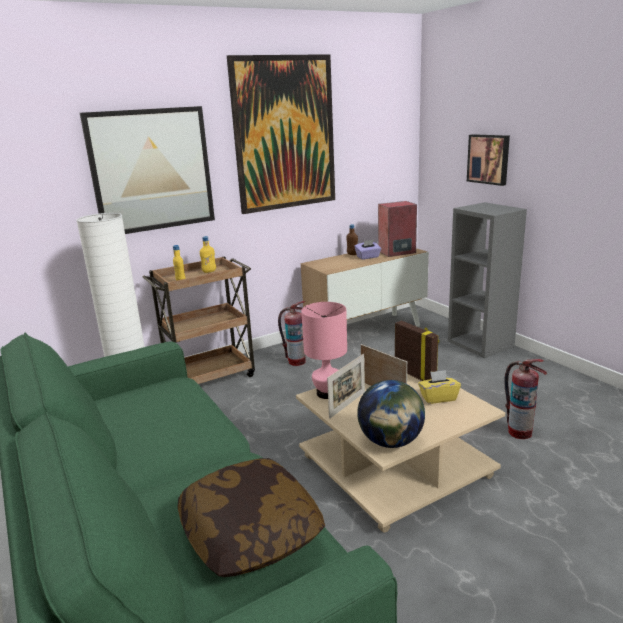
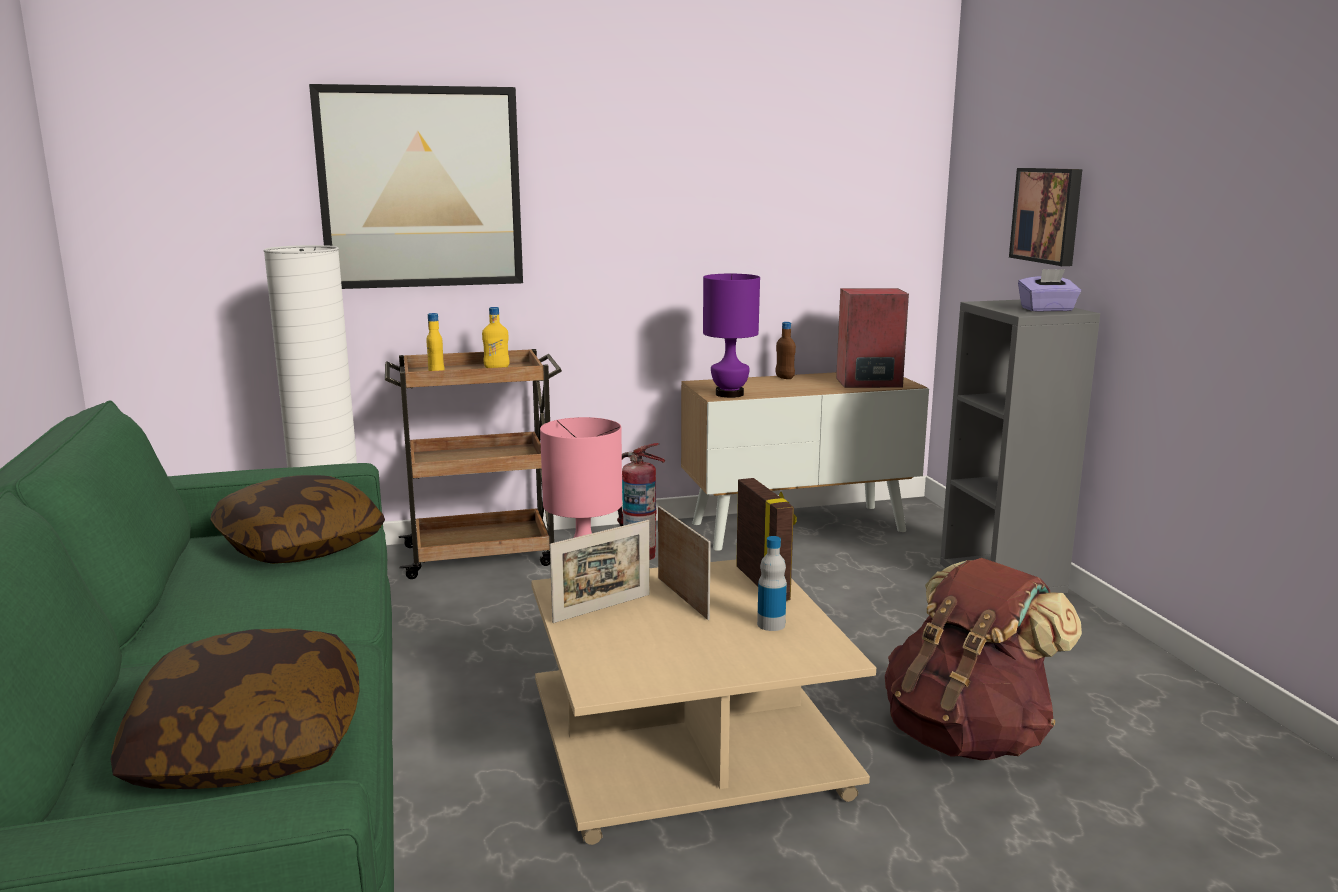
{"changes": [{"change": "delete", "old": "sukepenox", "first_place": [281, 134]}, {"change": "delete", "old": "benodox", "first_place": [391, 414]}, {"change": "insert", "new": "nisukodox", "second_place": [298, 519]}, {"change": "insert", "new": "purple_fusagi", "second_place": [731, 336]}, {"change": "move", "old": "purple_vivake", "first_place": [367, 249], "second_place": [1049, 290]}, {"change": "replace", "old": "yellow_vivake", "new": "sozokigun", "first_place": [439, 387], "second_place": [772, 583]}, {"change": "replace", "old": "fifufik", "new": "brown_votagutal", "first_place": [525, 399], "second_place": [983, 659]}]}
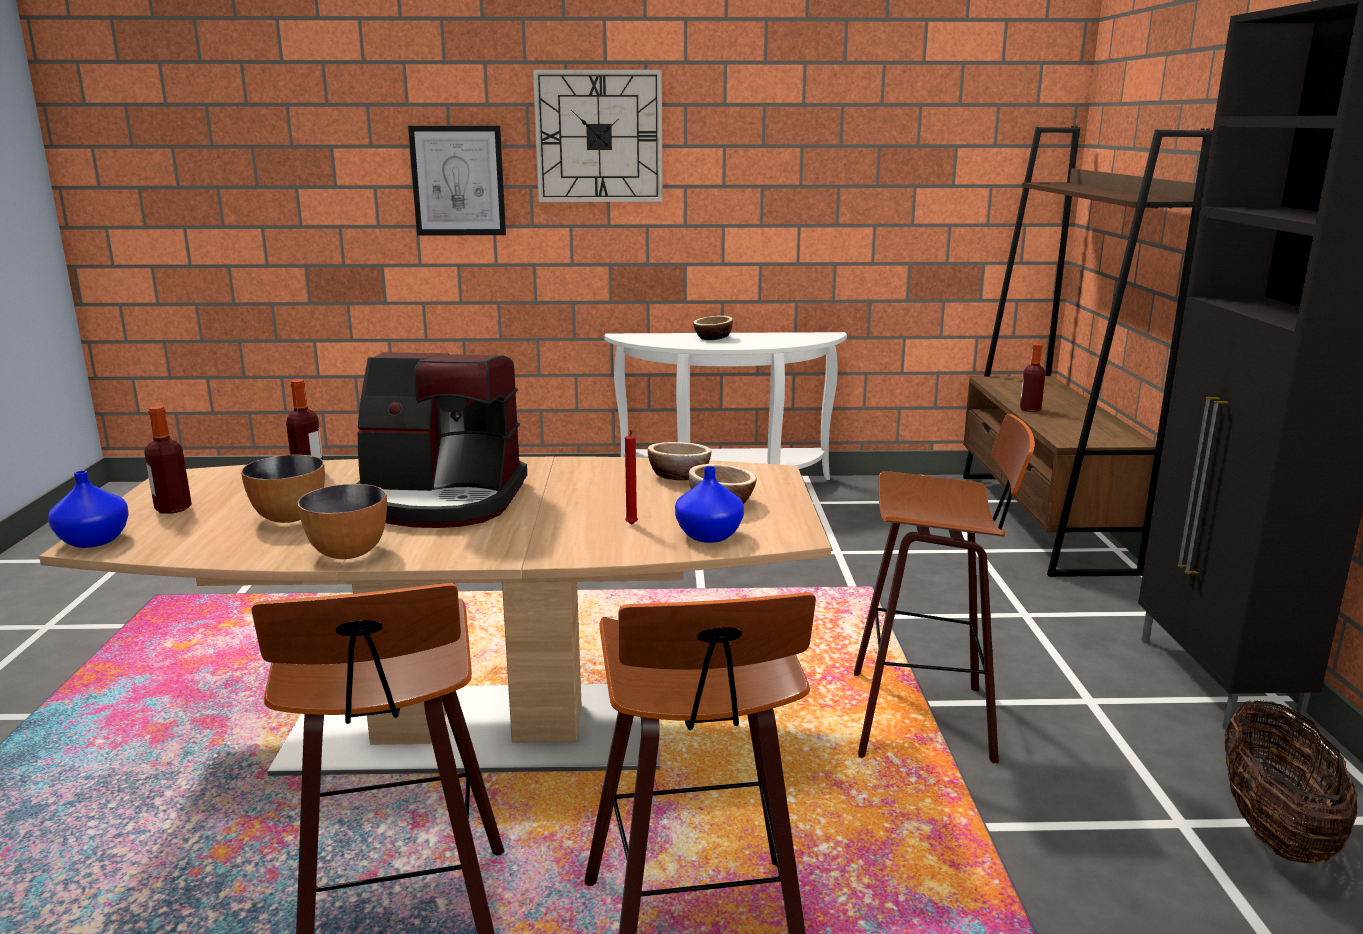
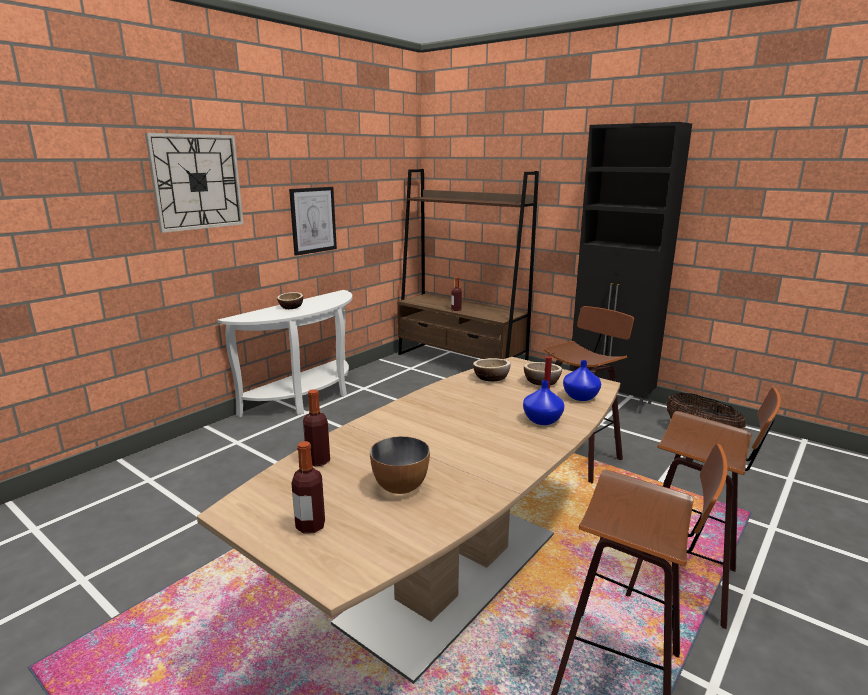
{"changes": [{"change": "delete", "old": "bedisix", "first_place": [342, 521]}, {"change": "delete", "old": "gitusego", "first_place": [441, 440]}, {"change": "move", "old": "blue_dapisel", "first_place": [88, 509], "second_place": [543, 402]}, {"change": "move", "old": "sukepenox", "first_place": [457, 181], "second_place": [313, 221]}]}
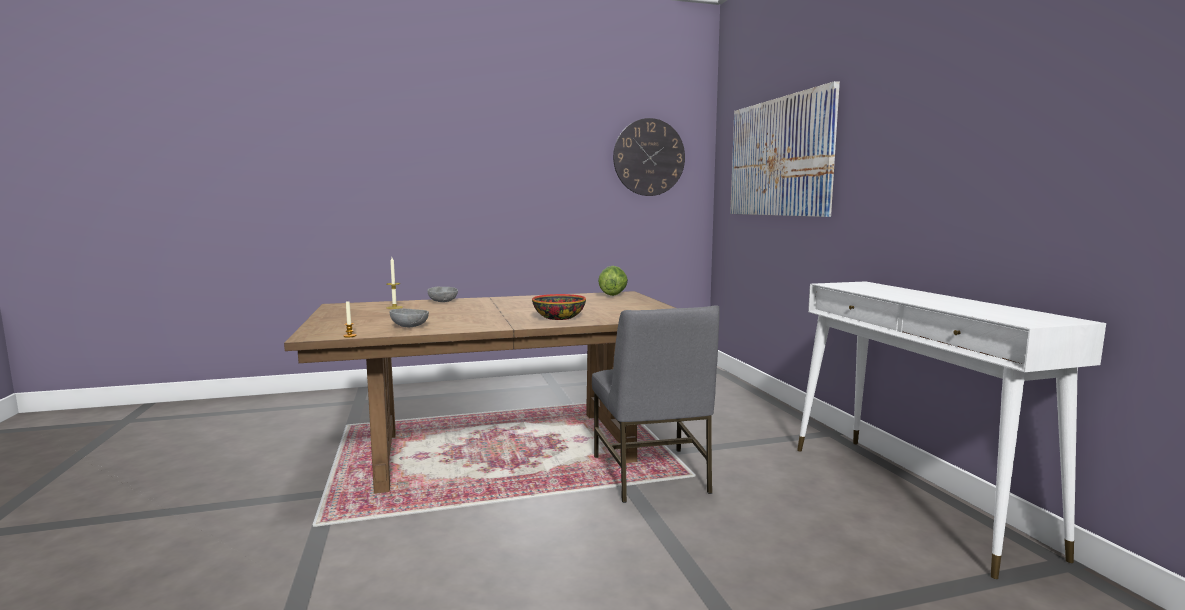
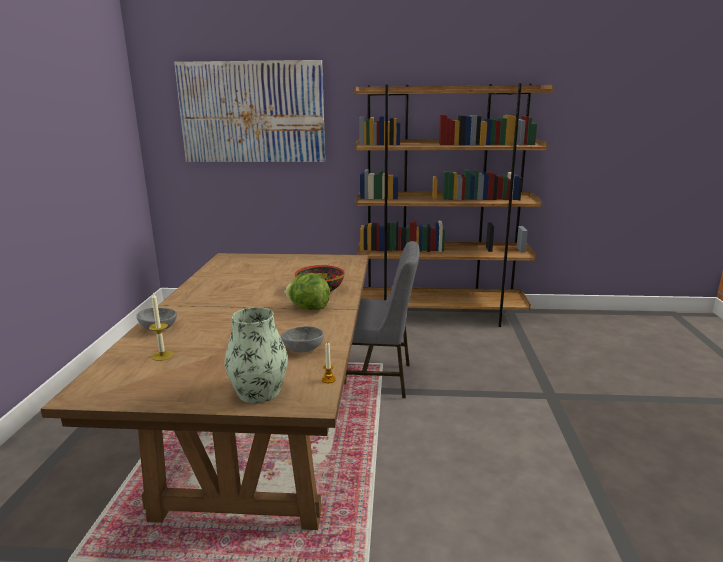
{"changes": [{"change": "delete", "old": "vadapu", "first_place": [649, 157]}, {"change": "insert", "new": "dapisel", "second_place": [256, 355]}, {"change": "move", "old": "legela", "first_place": [613, 281], "second_place": [307, 291]}, {"change": "replace", "old": "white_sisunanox", "new": "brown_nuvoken", "first_place": [951, 430], "second_place": [454, 205]}]}
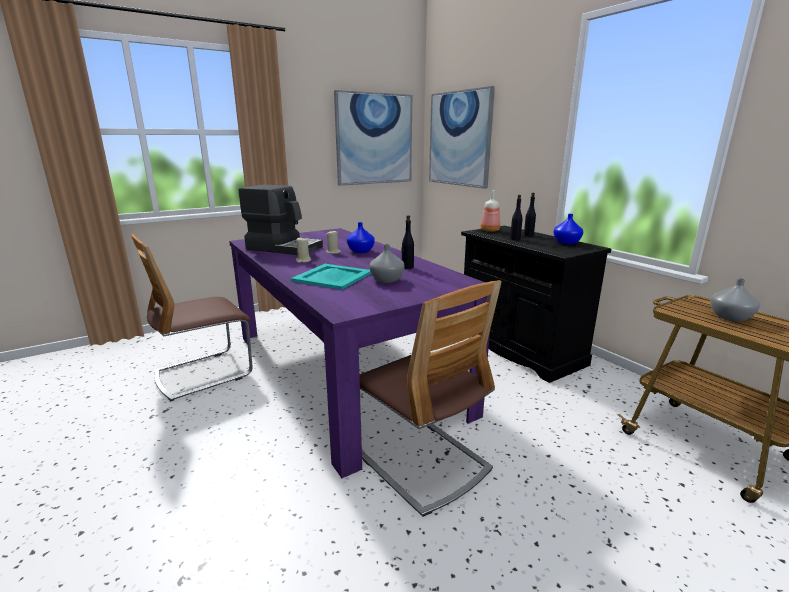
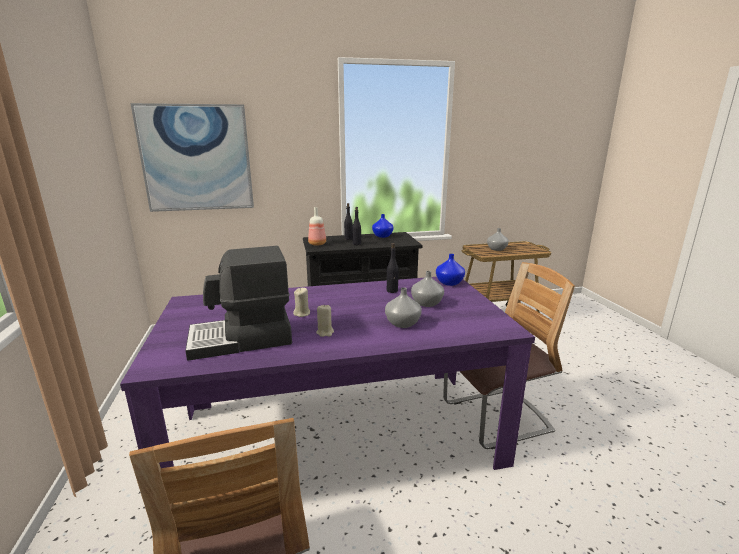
{"changes": [{"change": "delete", "old": "sukepenox", "first_place": [373, 138]}, {"change": "move", "old": "blue_dapisel", "first_place": [361, 237], "second_place": [450, 270]}, {"change": "replace", "old": "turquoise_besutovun", "new": "grey_dapisel", "first_place": [331, 277], "second_place": [403, 307]}, {"change": "rotate", "old": "gitusego", "first_place": [281, 220], "second_place": [238, 303], "degrees": -150}]}
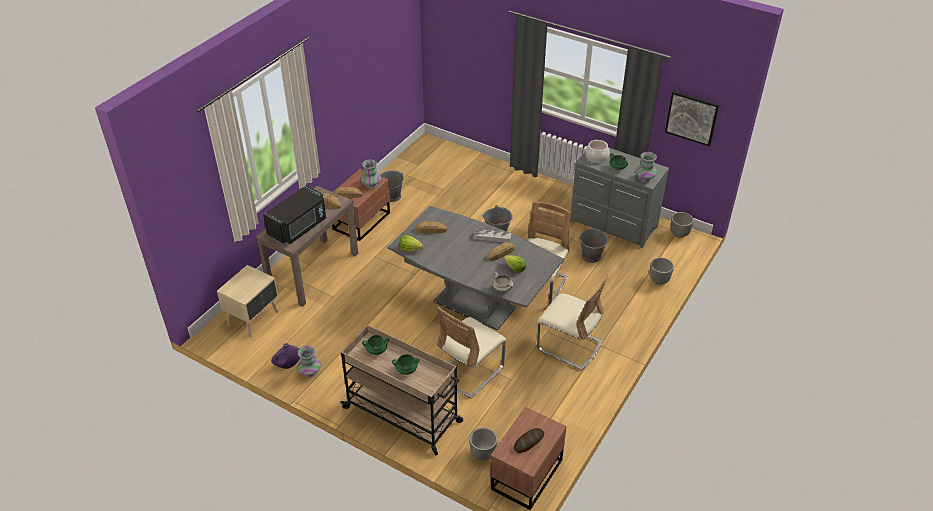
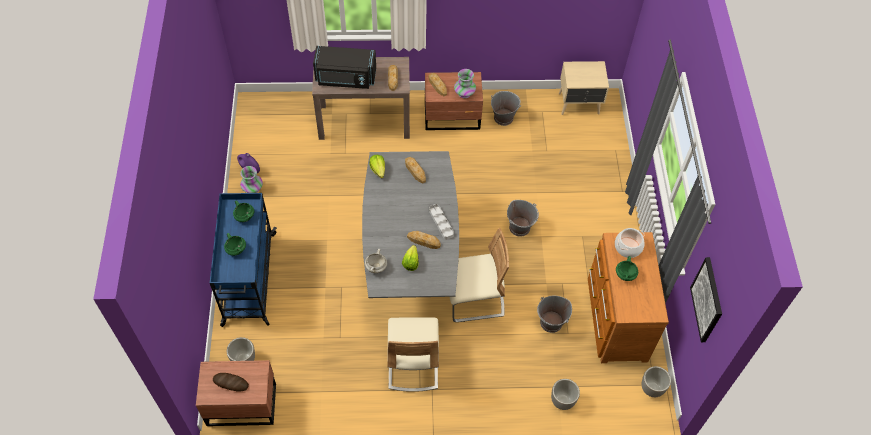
{"changes": [{"change": "delete", "old": "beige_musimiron", "first_place": [471, 352]}, {"change": "delete", "old": "dapisel", "first_place": [646, 167]}, {"change": "move", "old": "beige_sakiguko", "first_place": [248, 301], "second_place": [584, 88]}, {"change": "recolor", "old": "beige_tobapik", "new": "blue_tobapik", "first_place": [402, 390], "second_place": [243, 260]}, {"change": "recolor", "old": "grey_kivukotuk", "new": "brown_kivukotuk", "first_place": [620, 197], "second_place": [628, 297]}]}
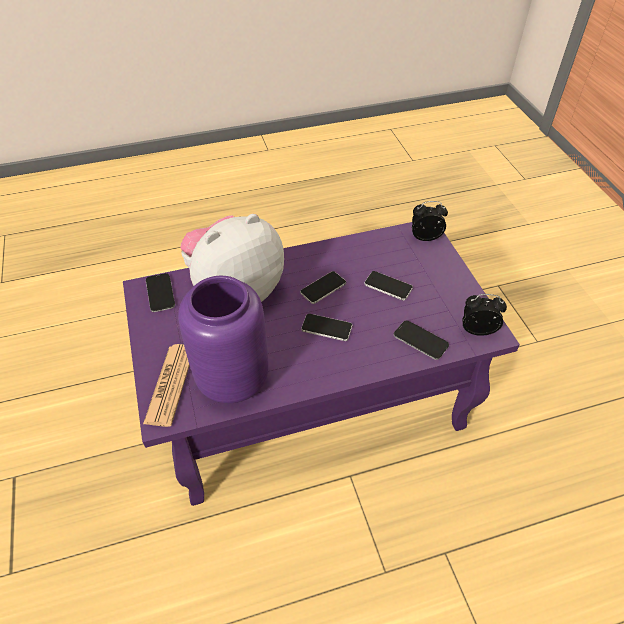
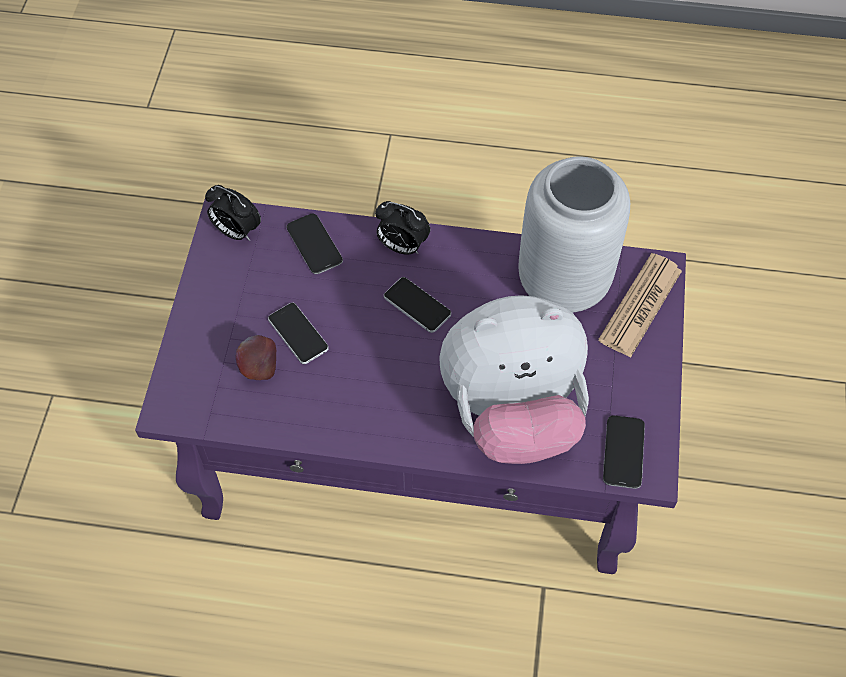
{"changes": [{"change": "delete", "old": "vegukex", "first_place": [323, 287]}, {"change": "insert", "new": "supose", "second_place": [256, 357]}, {"change": "move", "old": "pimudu", "first_place": [430, 221], "second_place": [402, 228]}, {"change": "recolor", "old": "purple_dapisel", "new": "grey_dapisel", "first_place": [223, 339], "second_place": [574, 234]}]}
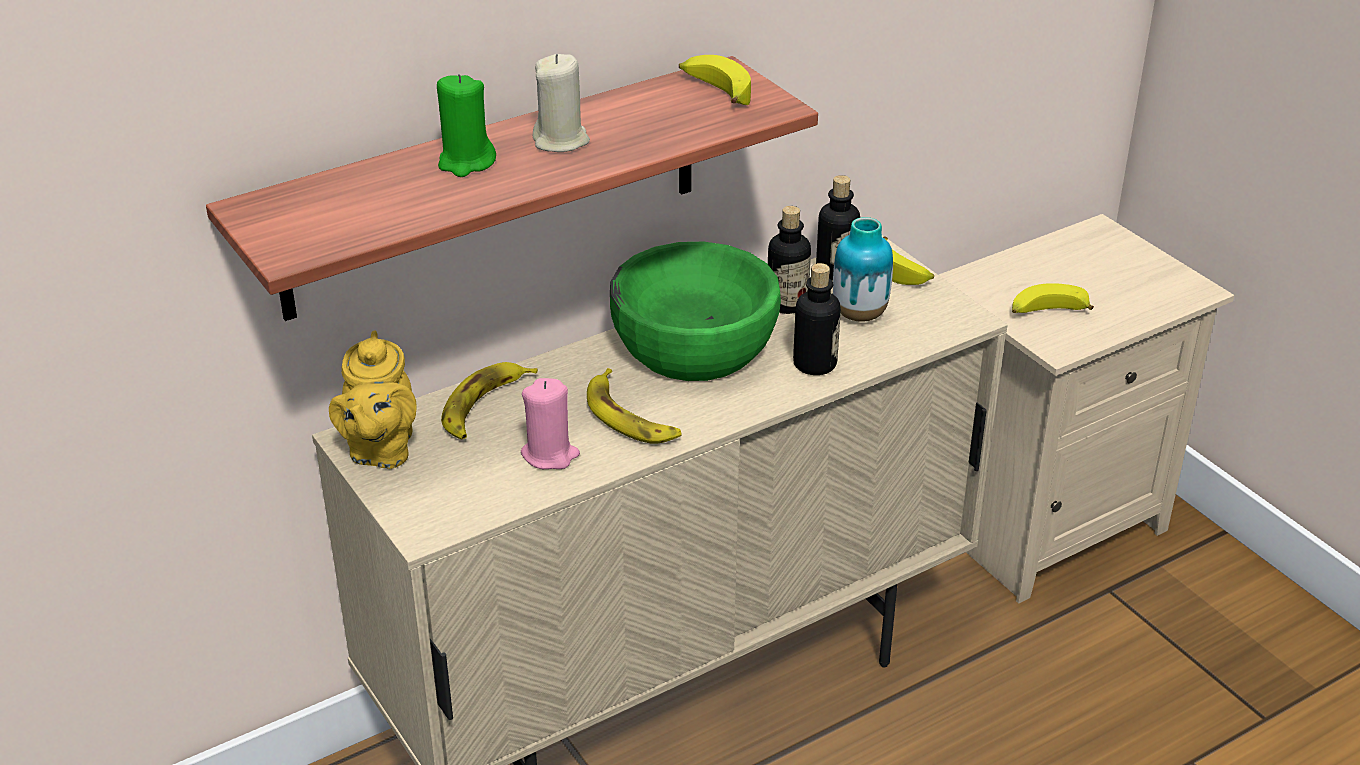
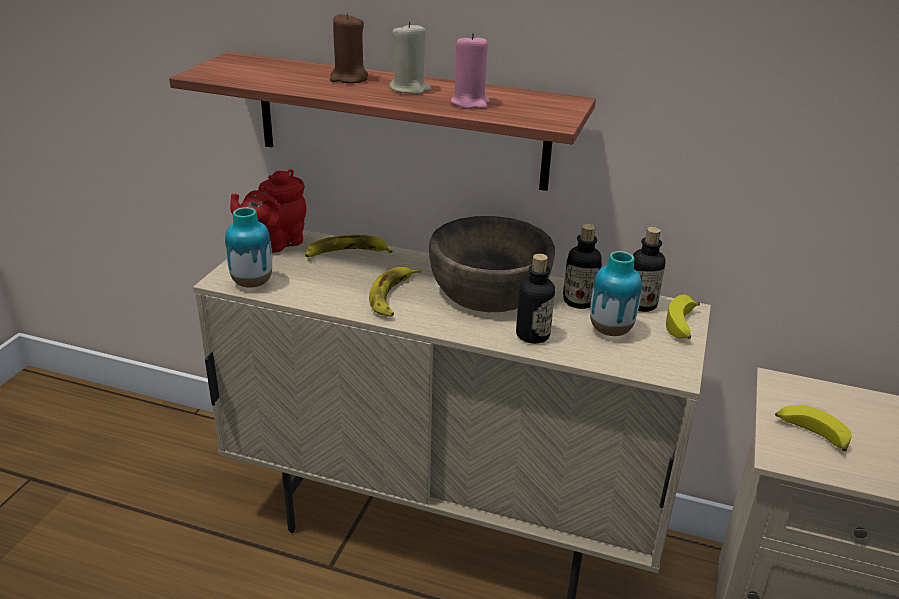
{"changes": [{"change": "delete", "old": "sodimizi", "first_place": [715, 80]}, {"change": "insert", "new": "dapisel", "second_place": [248, 247]}, {"change": "move", "old": "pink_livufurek", "first_place": [550, 423], "second_place": [470, 71]}, {"change": "recolor", "old": "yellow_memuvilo", "new": "red_memuvilo", "first_place": [373, 399], "second_place": [268, 211]}, {"change": "recolor", "old": "green_livufurek", "new": "brown_livufurek", "first_place": [466, 125], "second_place": [349, 48]}, {"change": "recolor", "old": "green_bedisix", "new": "brown_bedisix", "first_place": [695, 311], "second_place": [492, 264]}]}
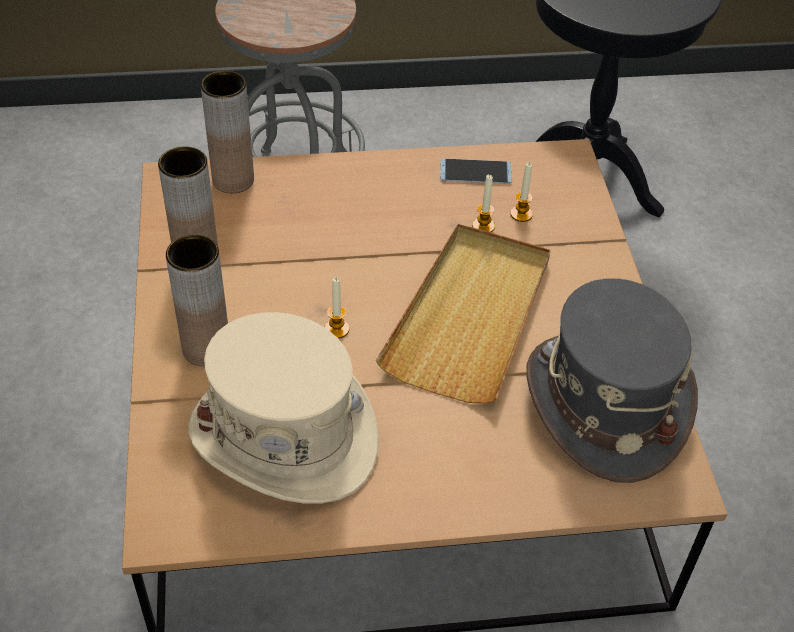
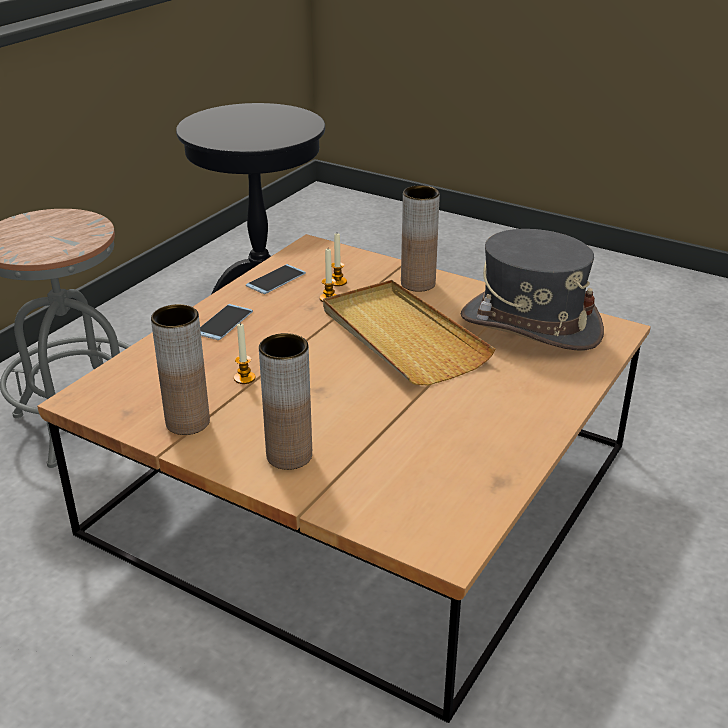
{"changes": [{"change": "delete", "old": "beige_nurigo", "first_place": [283, 407]}, {"change": "insert", "new": "vegukex", "second_place": [226, 322]}, {"change": "move", "old": "brown_dapisel", "first_place": [227, 132], "second_place": [420, 238]}, {"change": "move", "old": "livufurek", "first_place": [337, 308], "second_place": [245, 353]}]}
